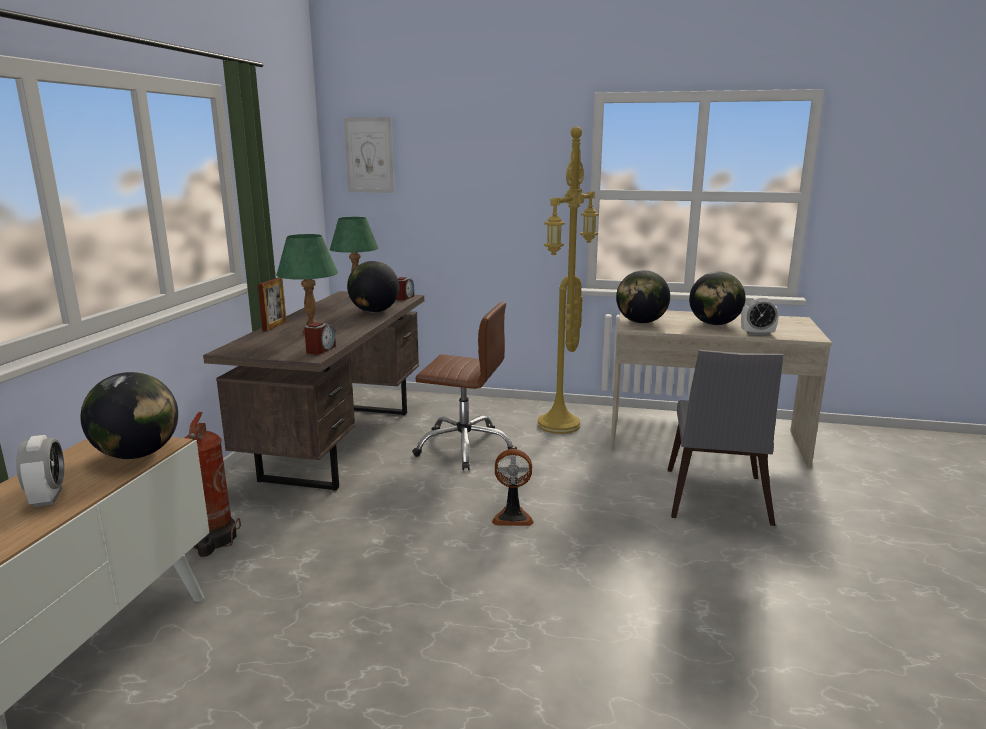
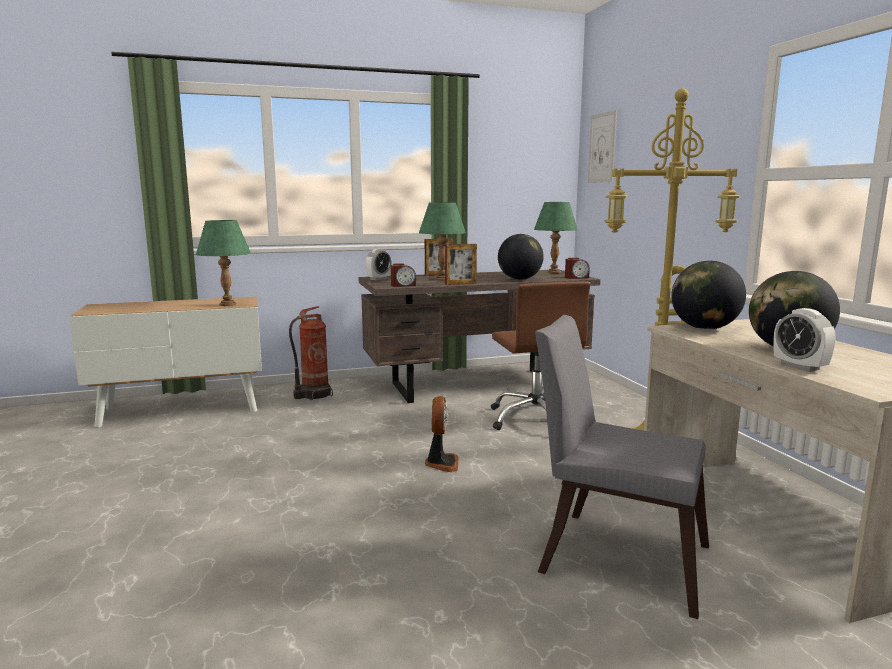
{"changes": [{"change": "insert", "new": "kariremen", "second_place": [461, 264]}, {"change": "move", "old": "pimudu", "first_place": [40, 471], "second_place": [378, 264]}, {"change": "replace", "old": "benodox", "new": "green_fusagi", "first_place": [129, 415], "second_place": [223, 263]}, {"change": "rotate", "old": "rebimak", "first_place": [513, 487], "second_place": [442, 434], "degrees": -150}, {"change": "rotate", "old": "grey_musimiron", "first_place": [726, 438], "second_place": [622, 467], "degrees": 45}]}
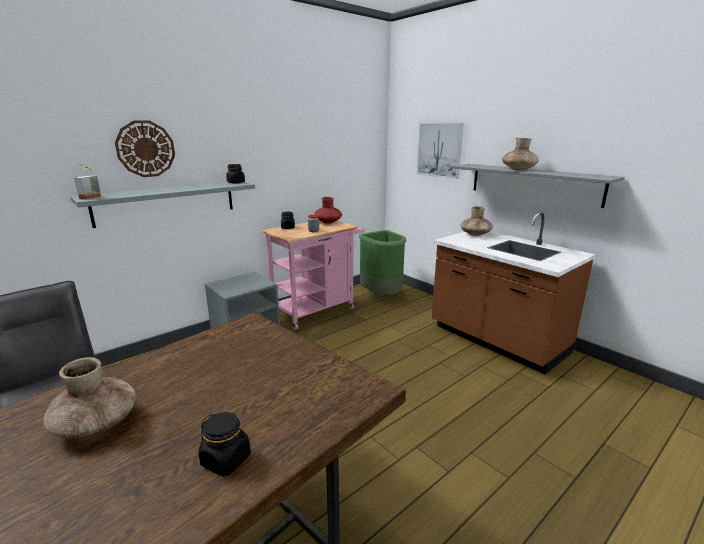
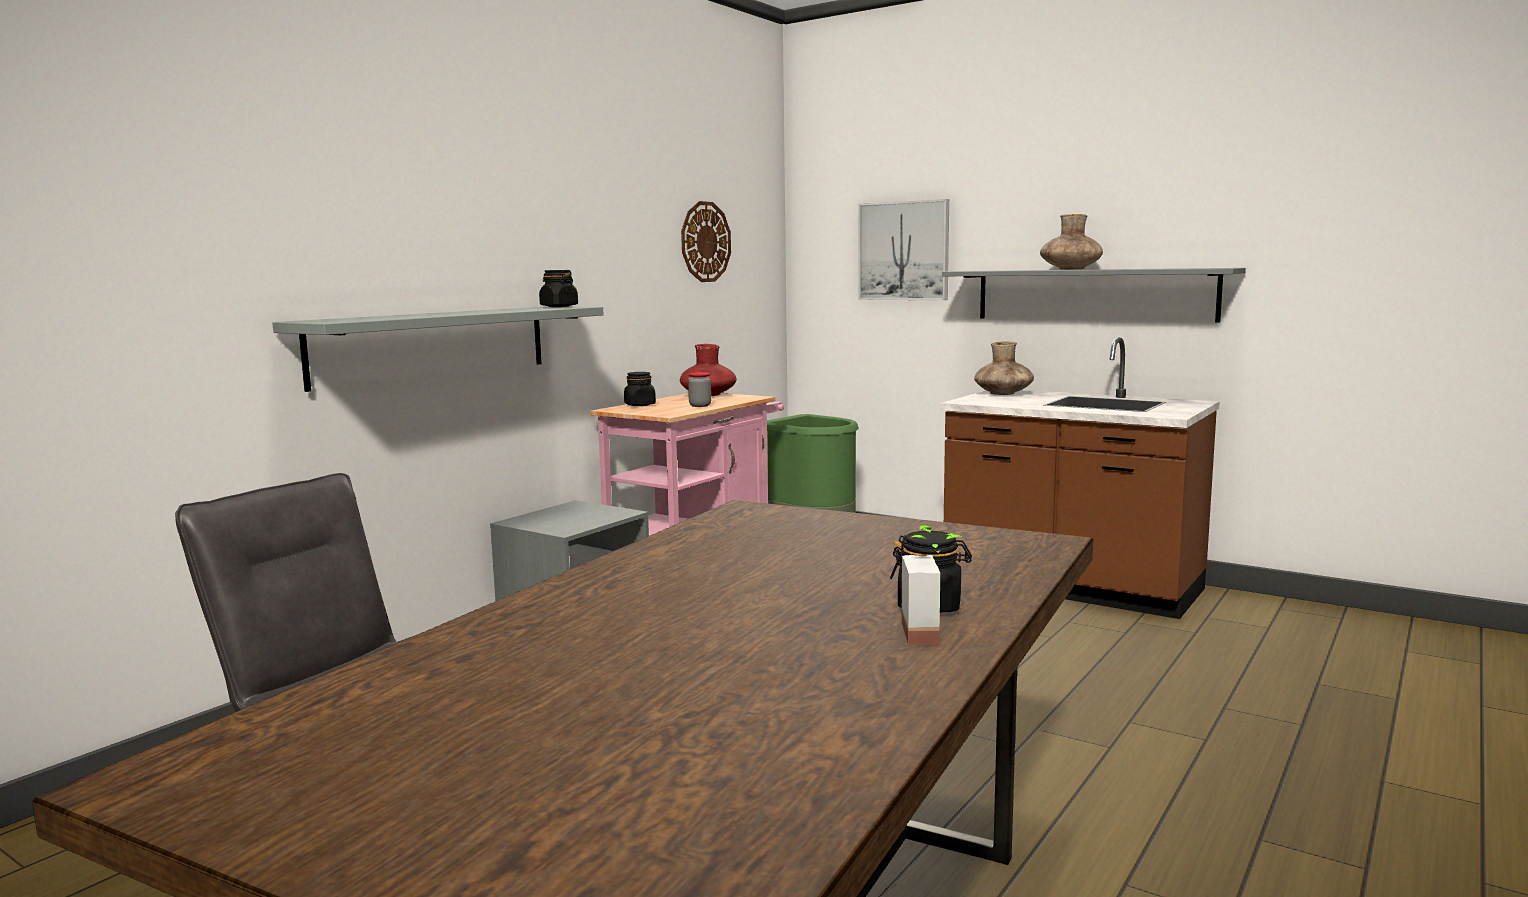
{"changes": [{"change": "delete", "old": "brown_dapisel", "first_place": [90, 398]}, {"change": "move", "old": "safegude", "first_place": [87, 182], "second_place": [931, 585]}, {"change": "move", "old": "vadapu", "first_place": [145, 149], "second_place": [706, 241]}]}
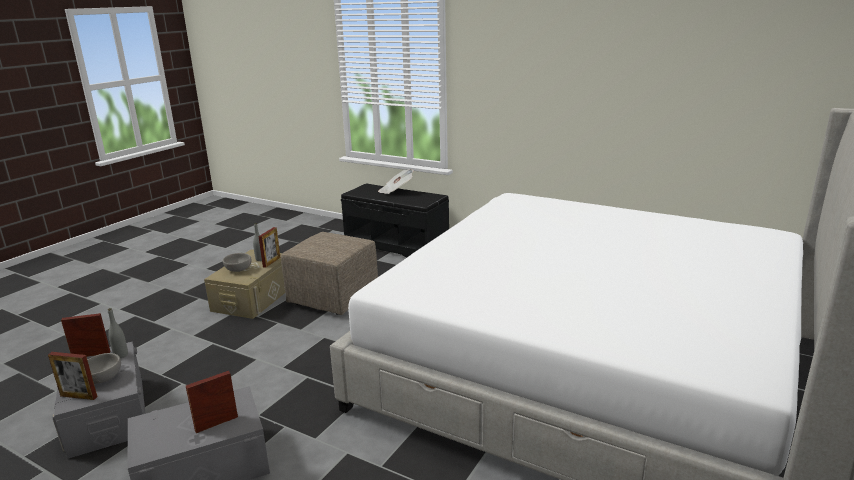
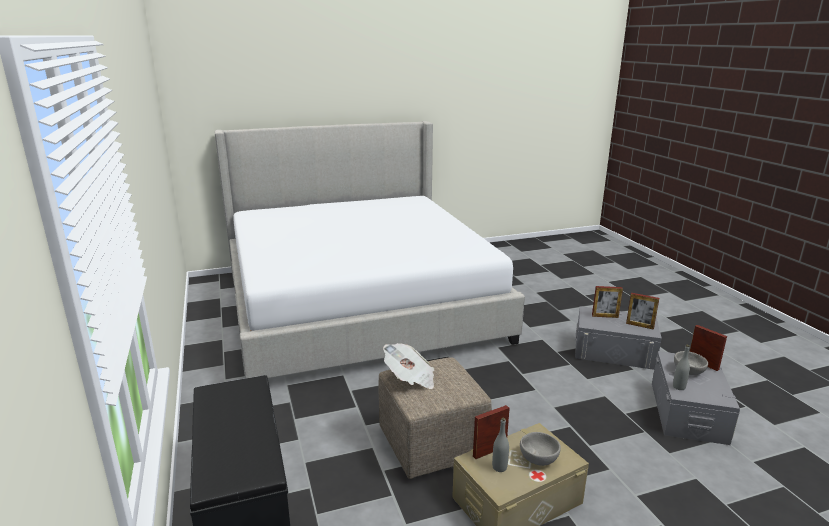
{"changes": [{"change": "move", "old": "kariremen", "first_place": [85, 335], "second_place": [642, 311]}, {"change": "move", "old": "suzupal", "first_place": [396, 181], "second_place": [409, 366]}]}
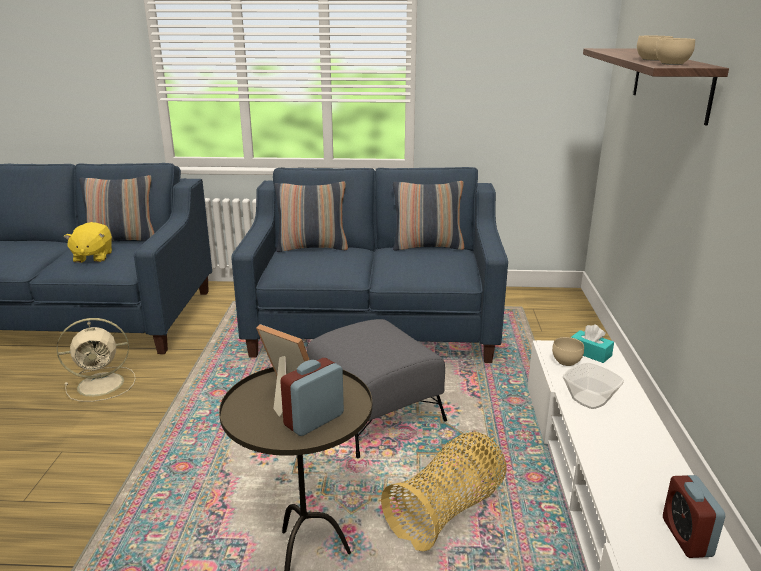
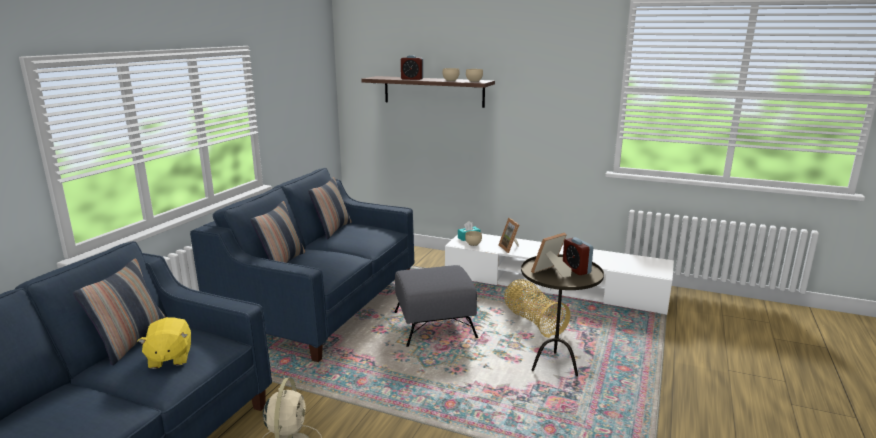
{"changes": [{"change": "move", "old": "pimudu", "first_place": [694, 516], "second_place": [412, 67]}, {"change": "replace", "old": "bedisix", "new": "kariremen", "first_place": [593, 386], "second_place": [509, 235]}, {"change": "rotate", "old": "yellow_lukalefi", "first_place": [88, 242], "second_place": [164, 343], "degrees": 60}]}
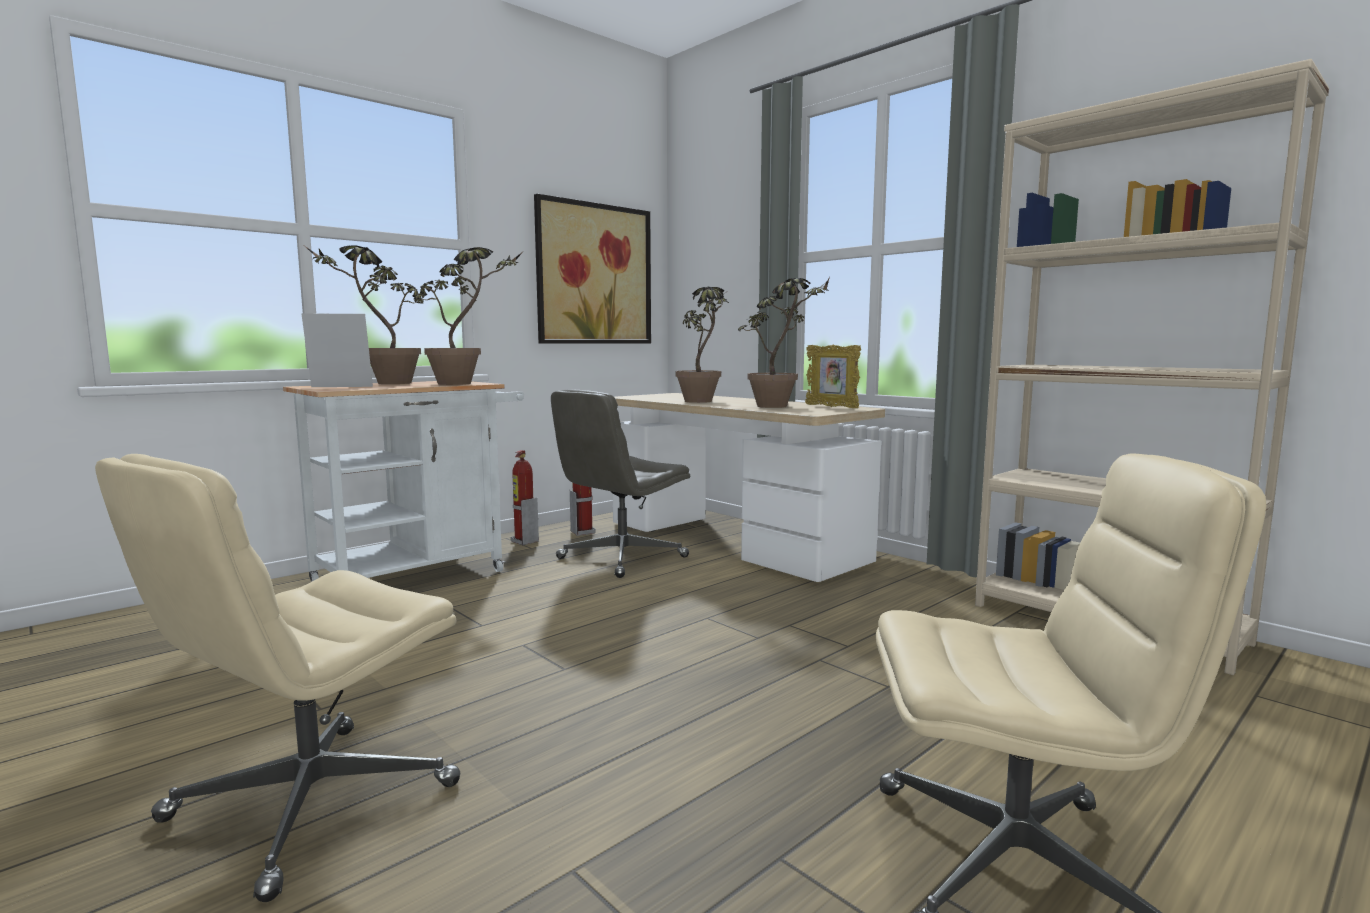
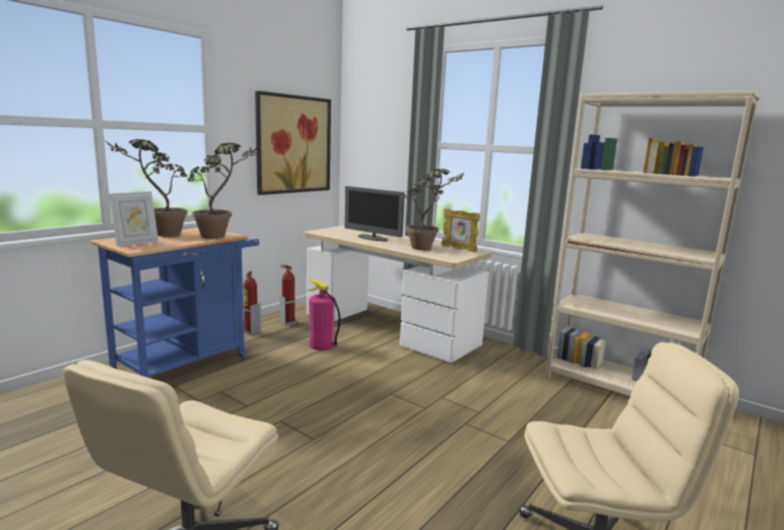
{"changes": [{"change": "replace", "old": "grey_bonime", "new": "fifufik", "first_place": [620, 483], "second_place": [324, 314]}, {"change": "replace", "old": "safegude", "new": "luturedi", "first_place": [702, 345], "second_place": [375, 213]}, {"change": "recolor", "old": "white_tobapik", "new": "blue_tobapik", "first_place": [403, 481], "second_place": [174, 303]}, {"change": "rotate", "old": "kariremen", "first_place": [337, 350], "second_place": [134, 219], "degrees": 150}]}
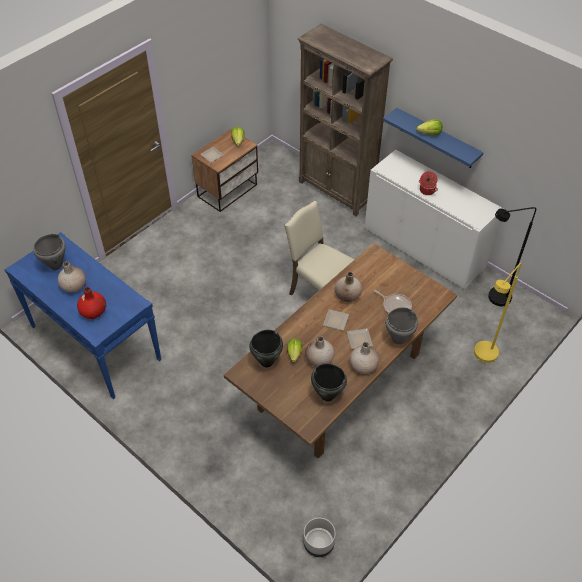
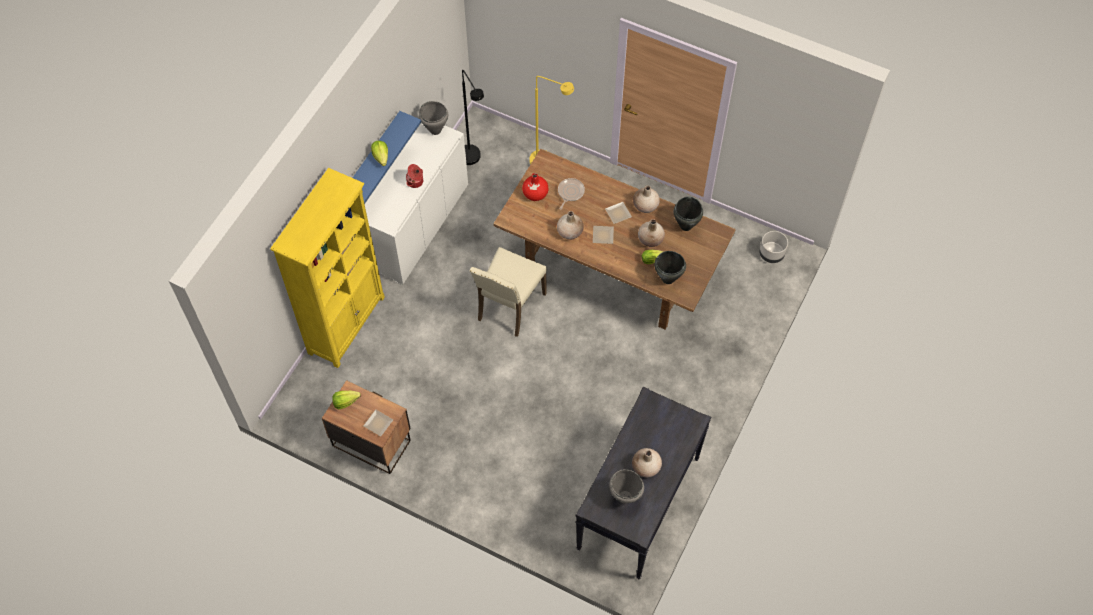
{"changes": [{"change": "move", "old": "red_dapisel", "first_place": [91, 303], "second_place": [535, 187]}, {"change": "move", "old": "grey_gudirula", "first_place": [401, 326], "second_place": [433, 118]}, {"change": "recolor", "old": "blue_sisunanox", "new": "black_sisunanox", "first_place": [83, 315], "second_place": [643, 483]}, {"change": "recolor", "old": "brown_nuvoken", "new": "yellow_nuvoken", "first_place": [345, 120], "second_place": [327, 268]}]}
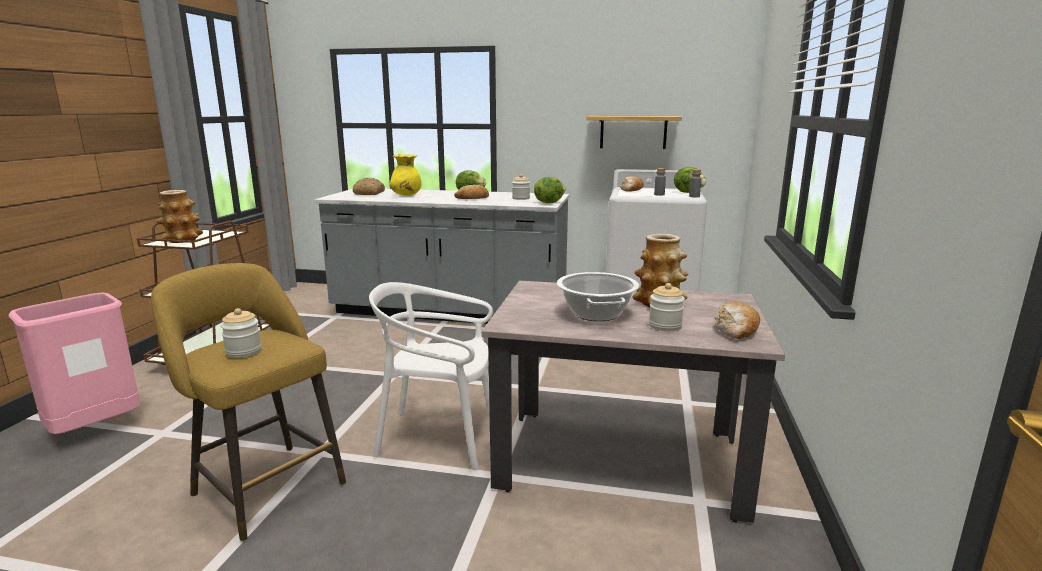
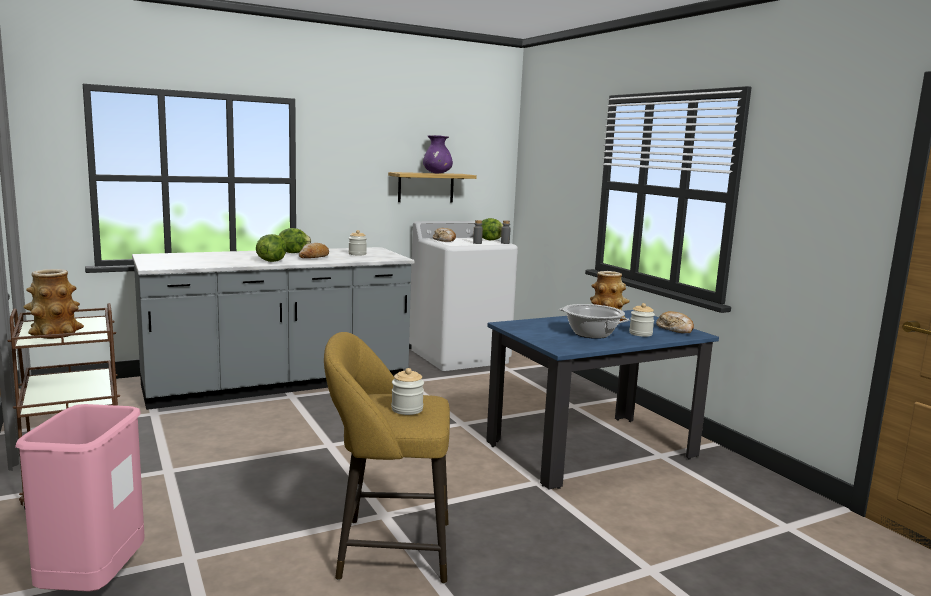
{"changes": [{"change": "delete", "old": "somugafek", "first_place": [368, 186]}, {"change": "delete", "old": "white_musimiron", "first_place": [431, 376]}, {"change": "delete", "old": "yellow_dapisel", "first_place": [405, 175]}, {"change": "insert", "new": "purple_dapisel", "second_place": [438, 154]}, {"change": "move", "old": "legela", "first_place": [550, 190], "second_place": [271, 248]}, {"change": "recolor", "old": "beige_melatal", "new": "blue_melatal", "first_place": [633, 401], "second_place": [602, 399]}]}
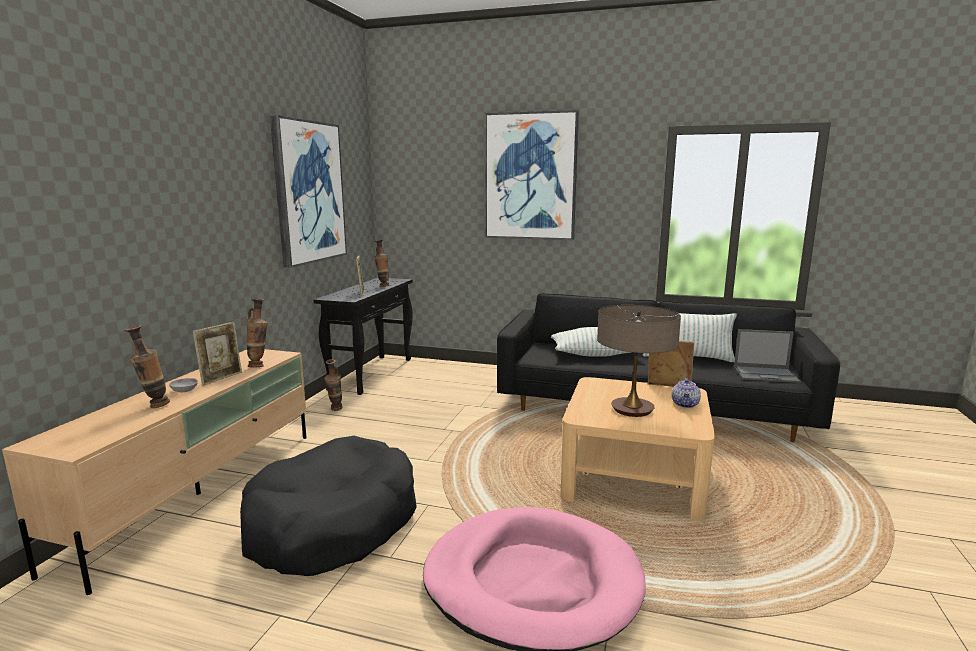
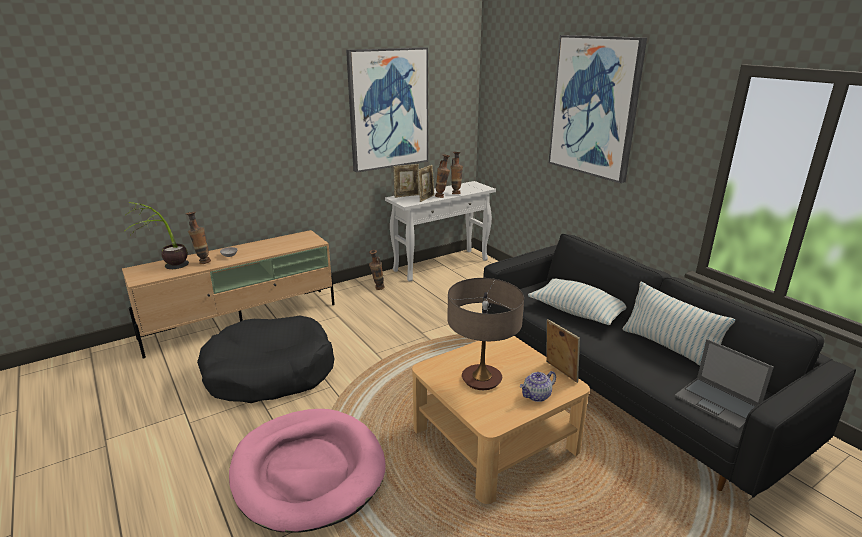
{"changes": [{"change": "insert", "new": "safegude", "second_place": [157, 235]}, {"change": "move", "old": "kariremen", "first_place": [217, 354], "second_place": [406, 181]}, {"change": "move", "old": "dapisel", "first_place": [257, 333], "second_place": [442, 176]}, {"change": "recolor", "old": "black_sisunanox", "new": "white_sisunanox", "first_place": [363, 336], "second_place": [440, 231]}]}
